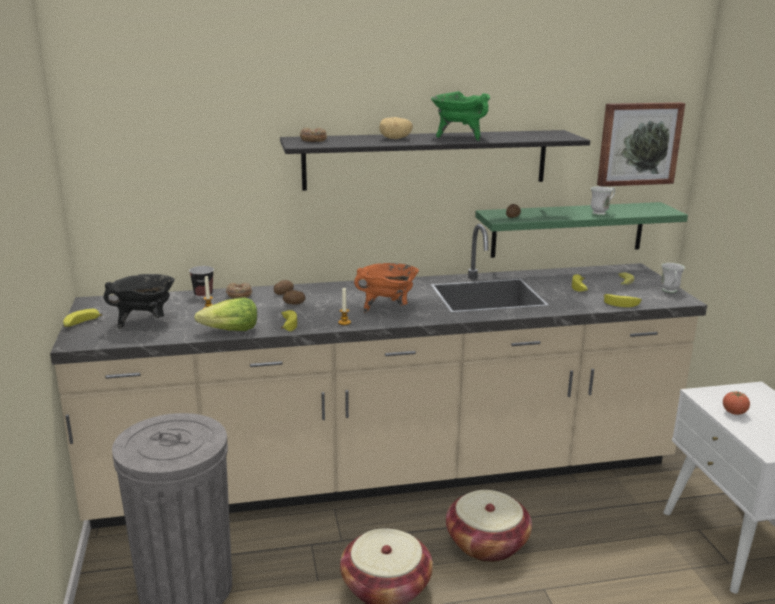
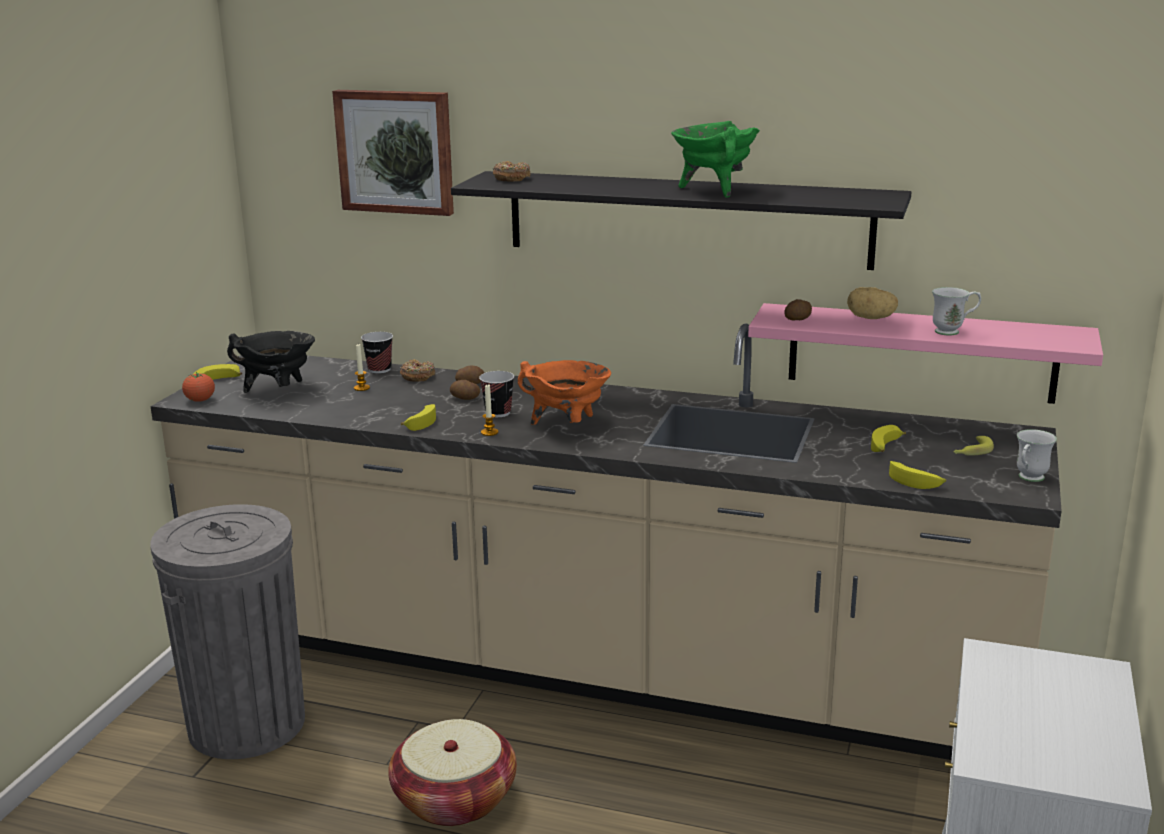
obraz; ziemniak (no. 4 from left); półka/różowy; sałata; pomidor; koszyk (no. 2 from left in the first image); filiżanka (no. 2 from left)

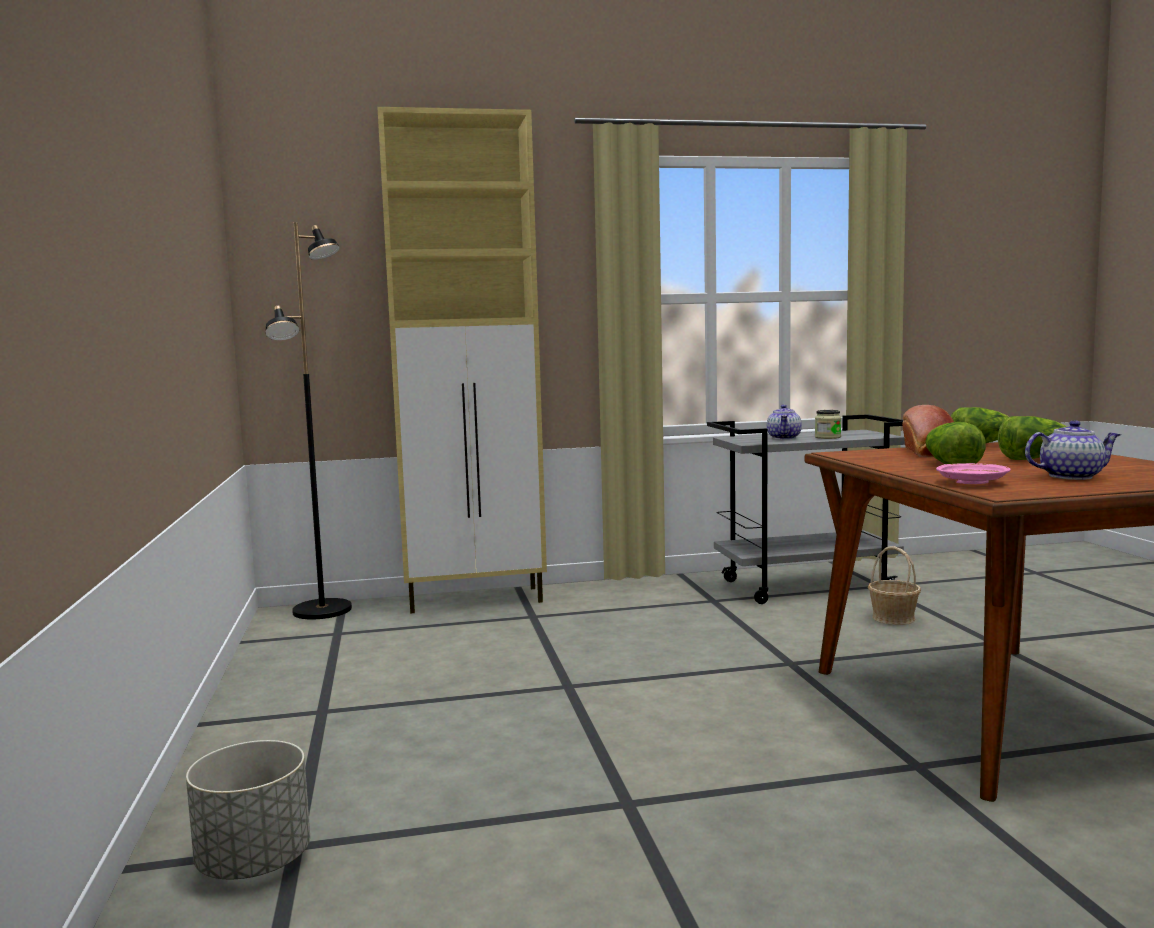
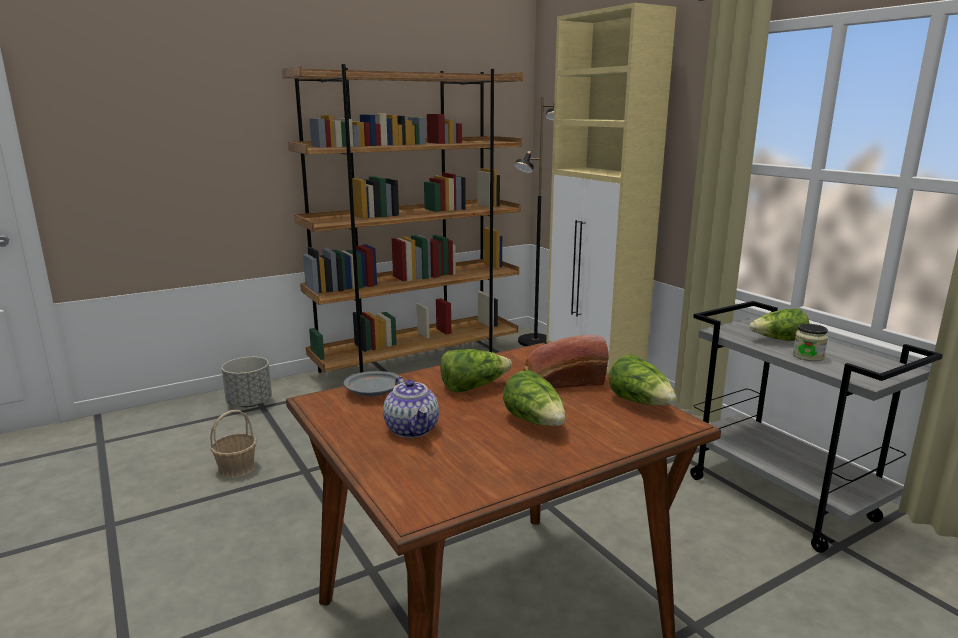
sałata (no. 4 from left); talerz/szary; koszyk; regał/brązowy

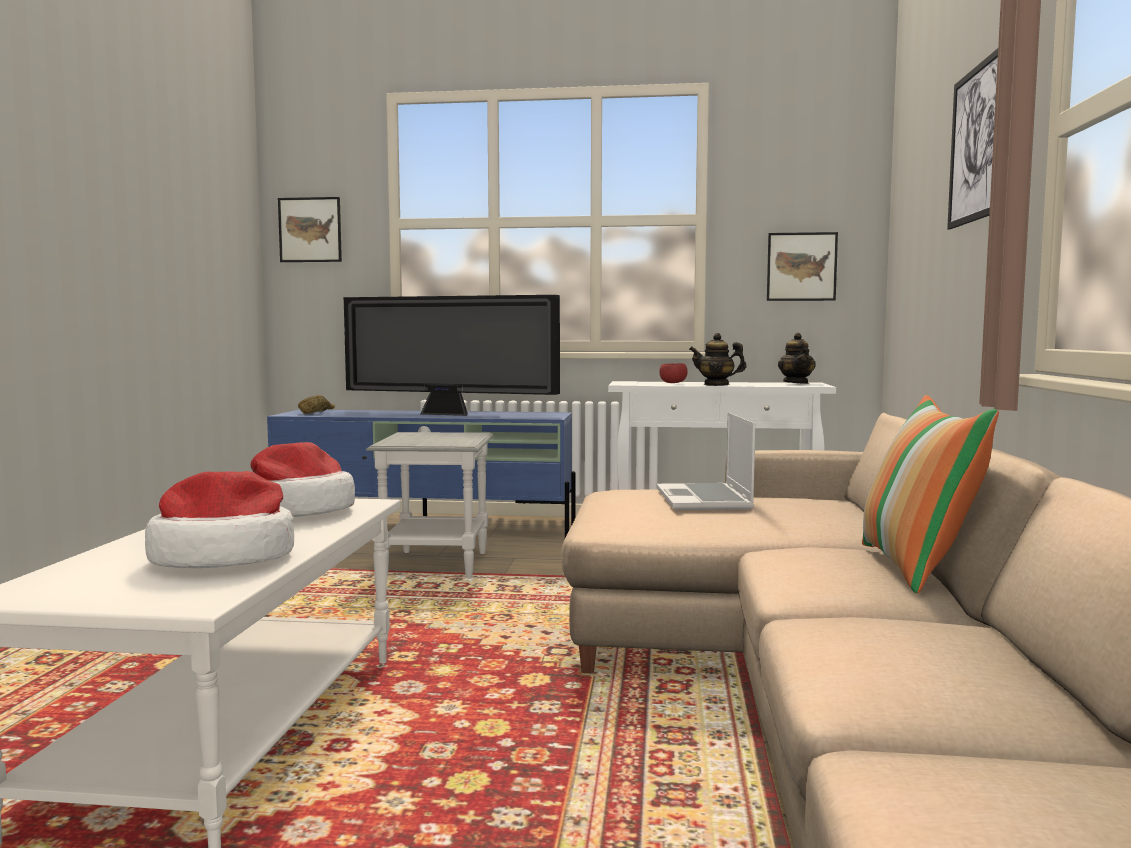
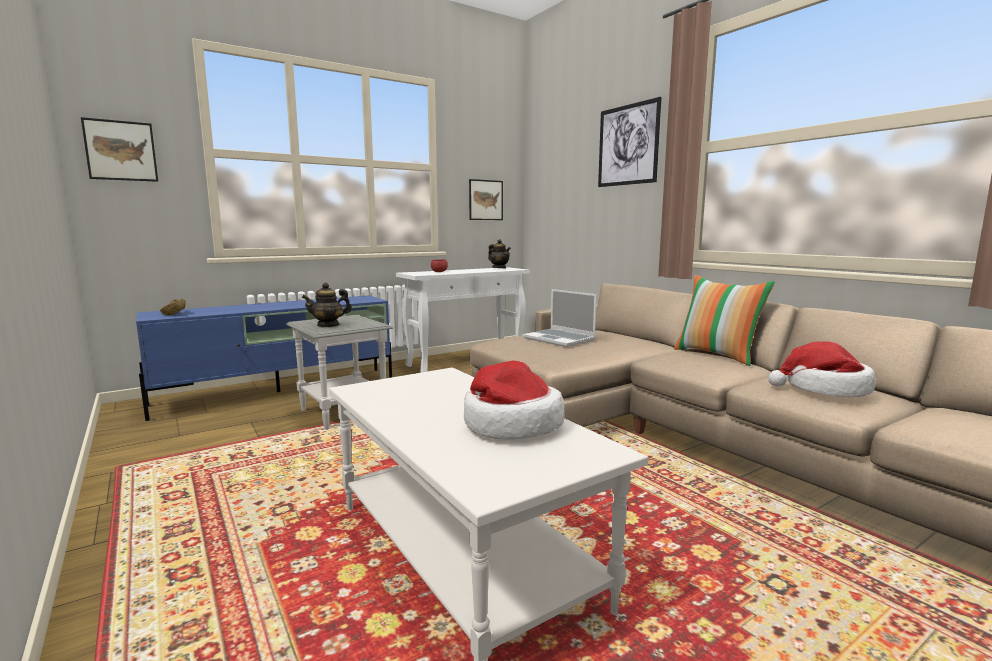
telewizor; imbryk (no. 1 from left); kapelusz (no. 2 from left)

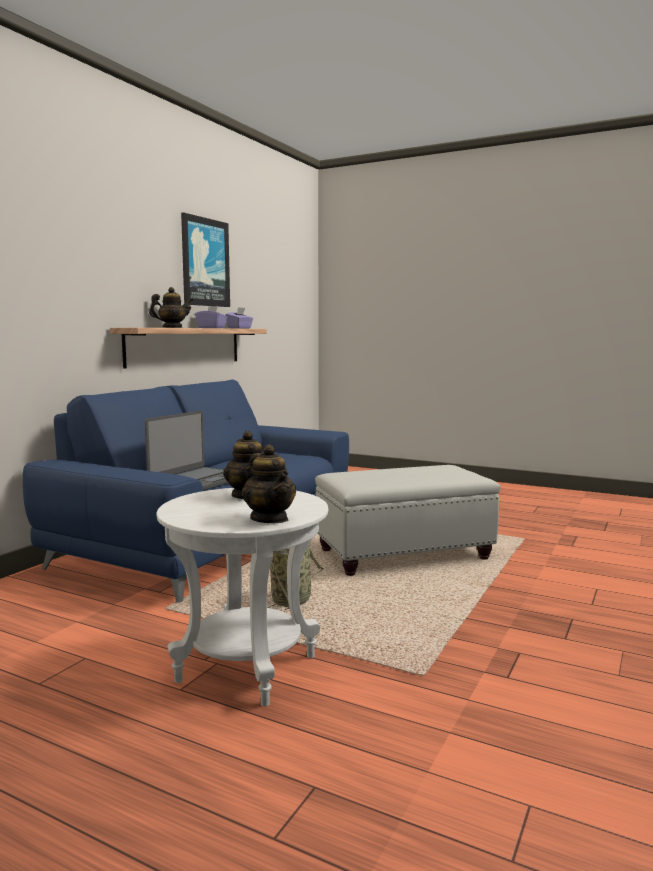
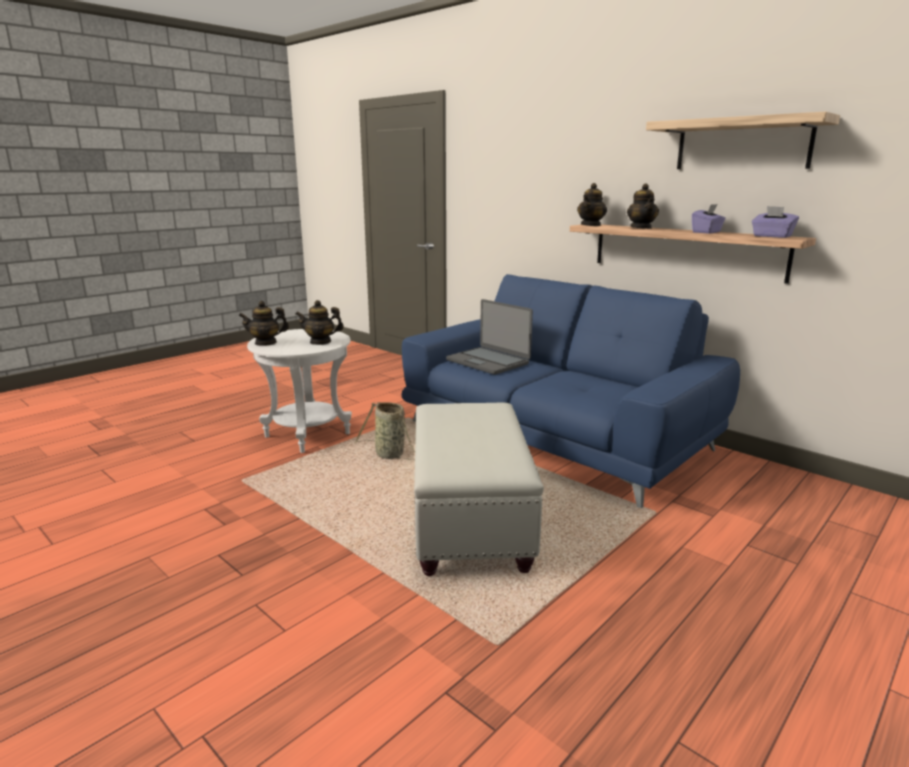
półka (no. 2 from left); imbryk (no. 3 from left)

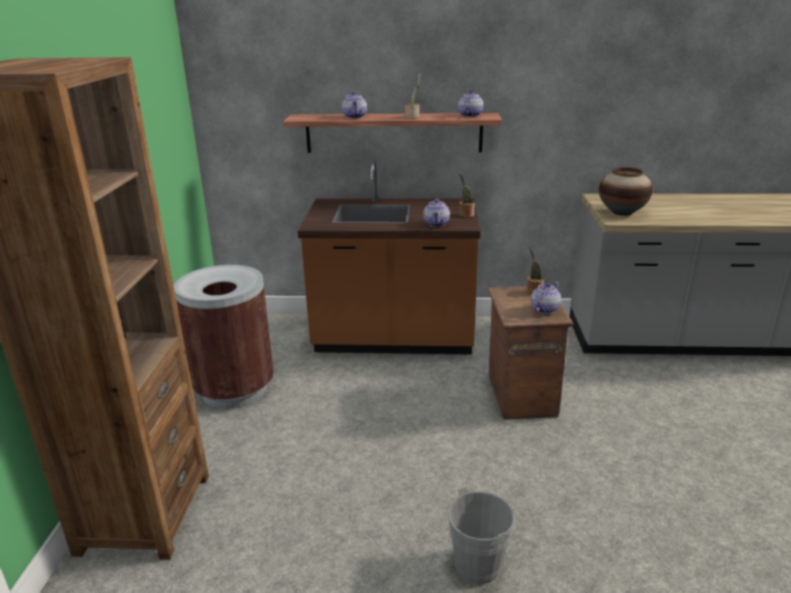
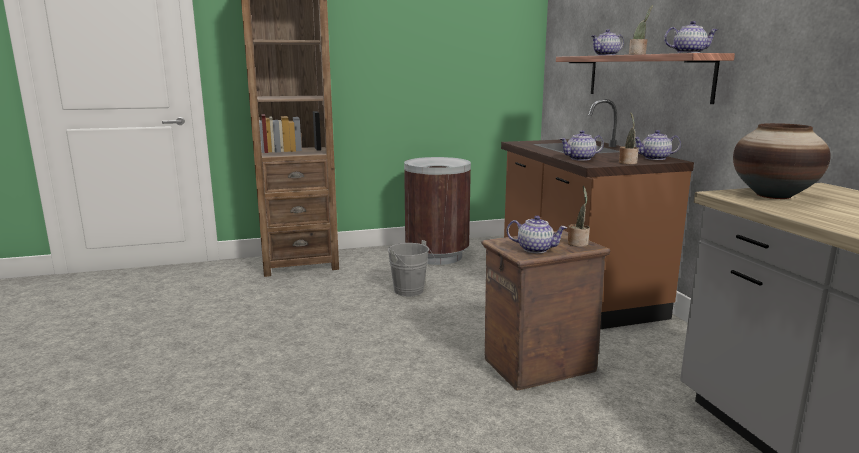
wiadro/szary; imbryk (no. 4 from left)

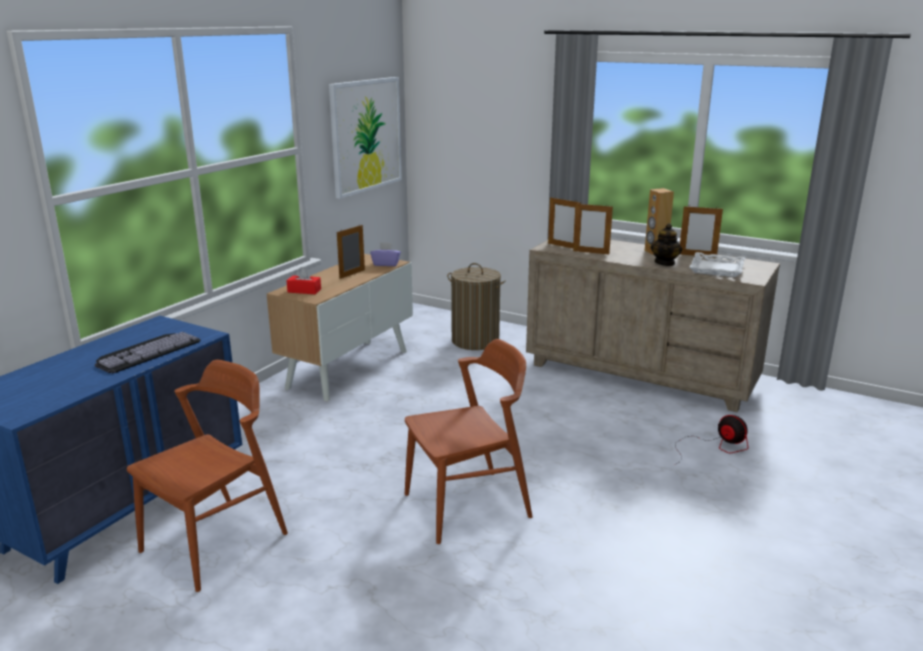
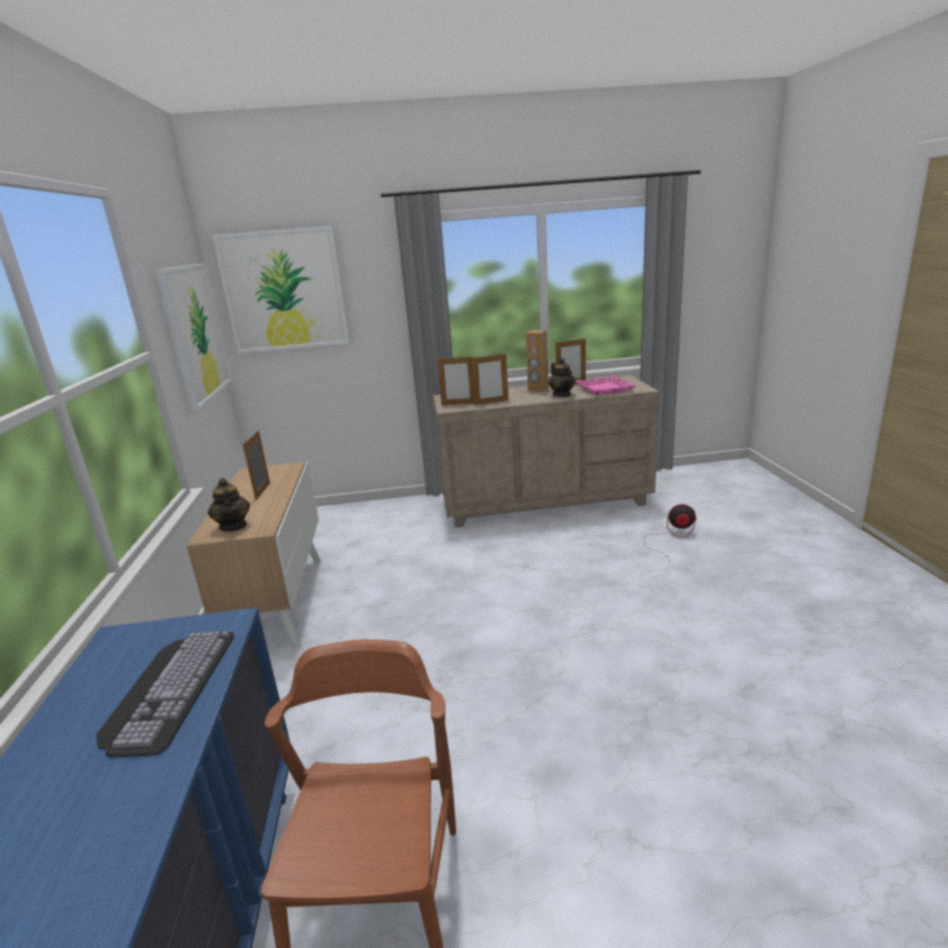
pudełko chusteczek/fioletowy; taca/różowy; kosz na pranie; imbryk (no. 1 from left); krzesło/brązowy (no. 2 from left in the first image); obraz (no. 2 from left)

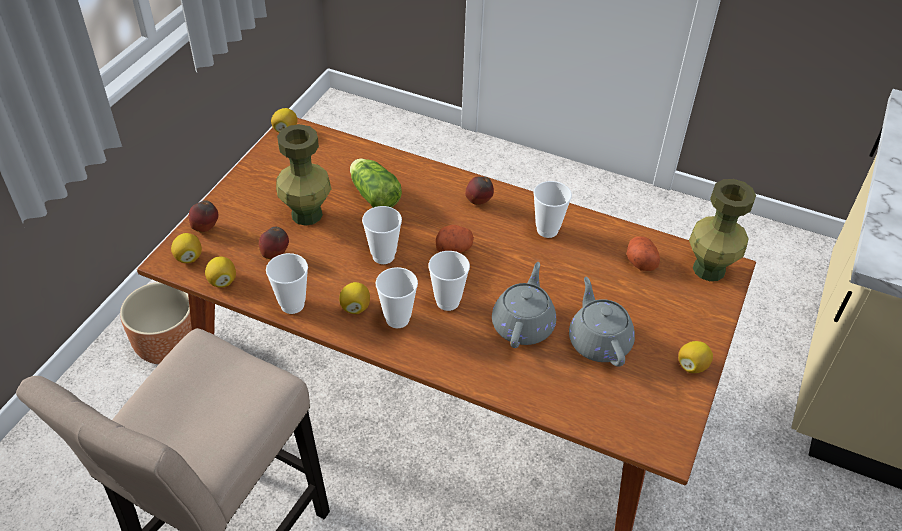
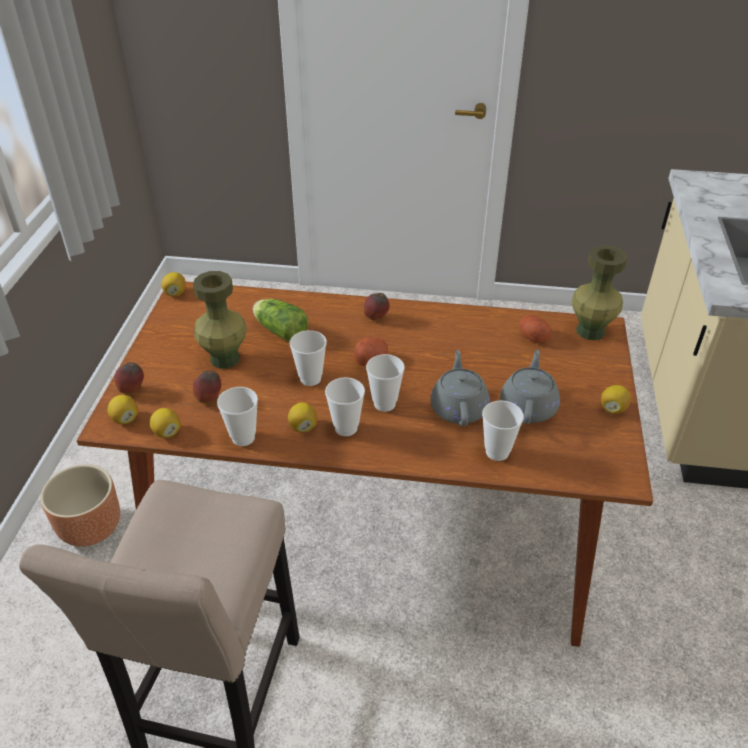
filiżanka (no. 5 from left); imbryk/szary (no. 2 from left)

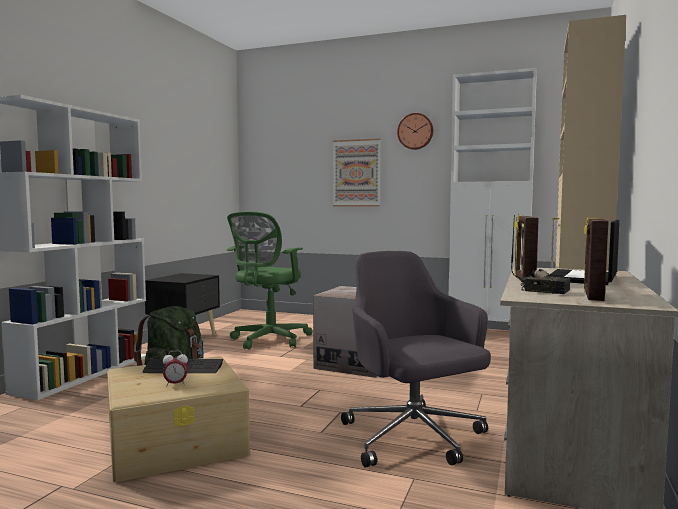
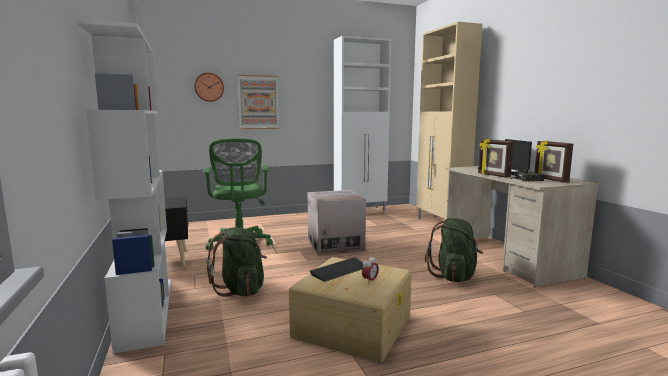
zegar ścienny; plecak/zielony (no. 2 from left)

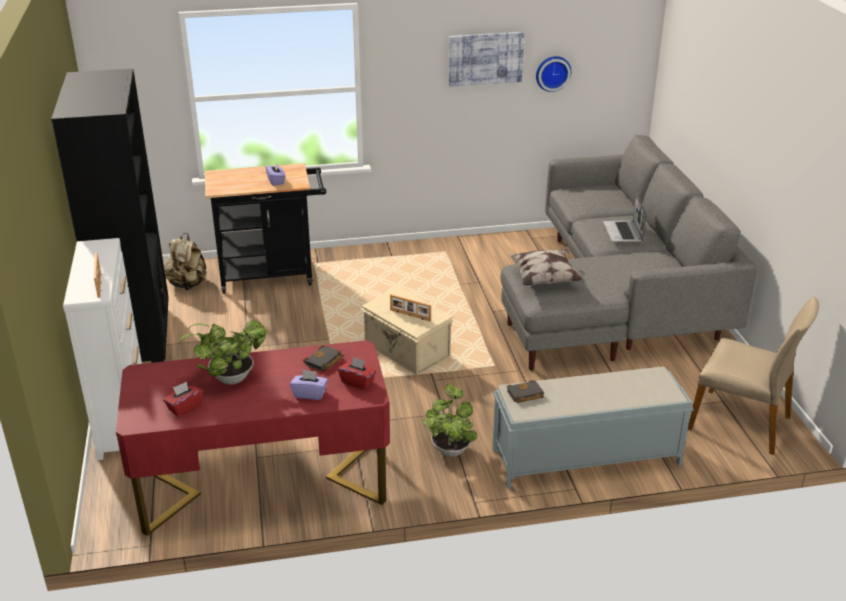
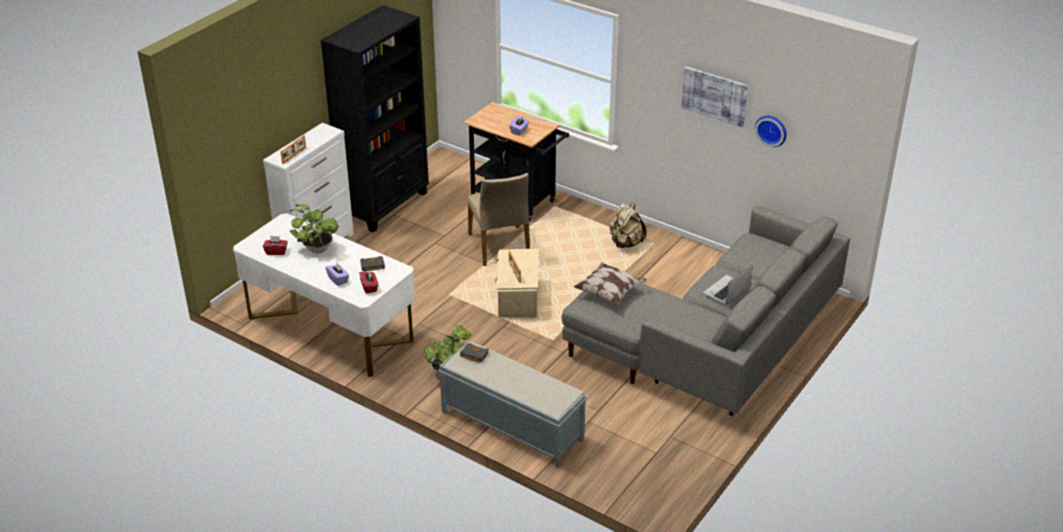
plecak/beżowy; krzesło/beżowy; biurko/biały

